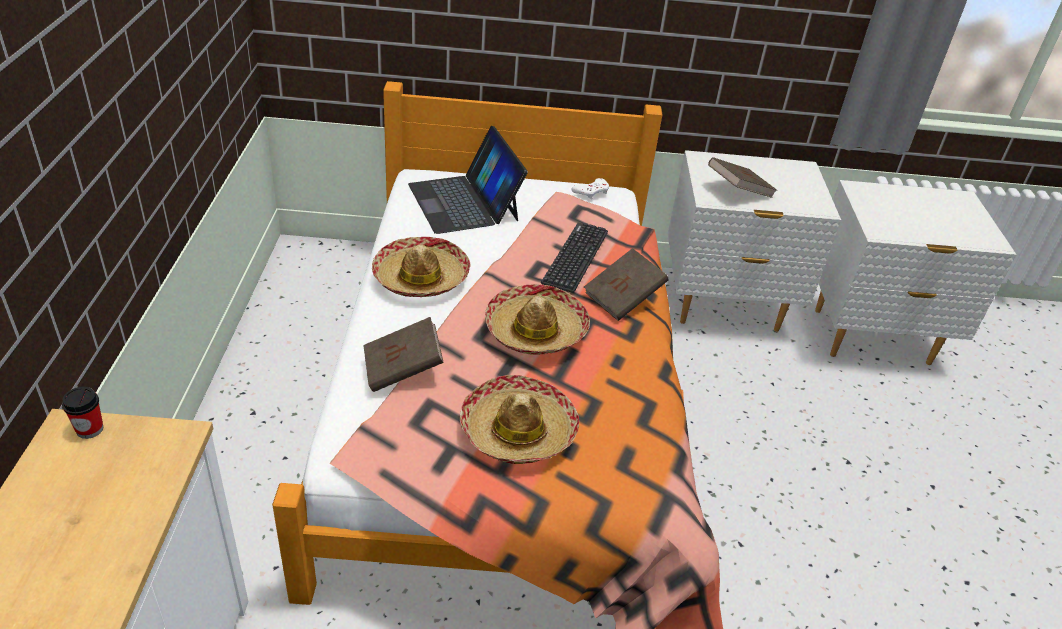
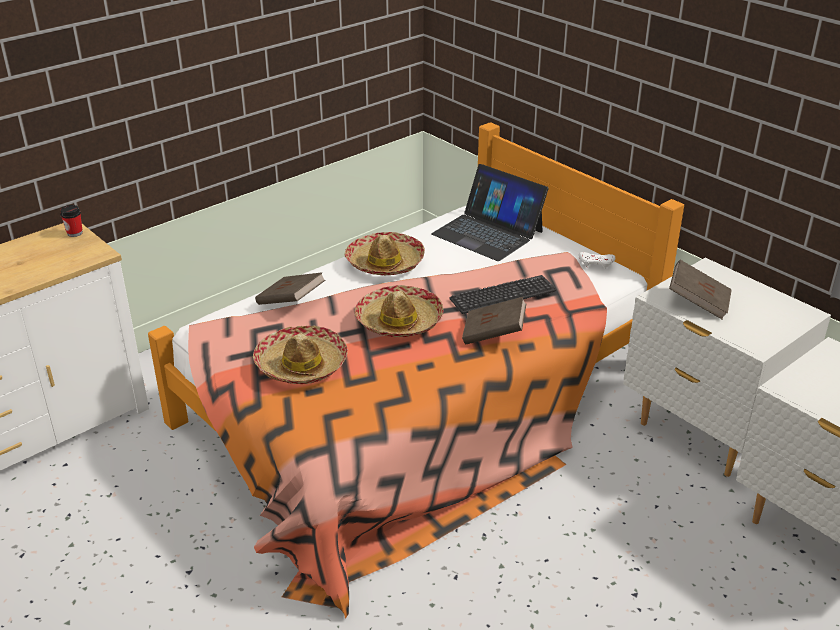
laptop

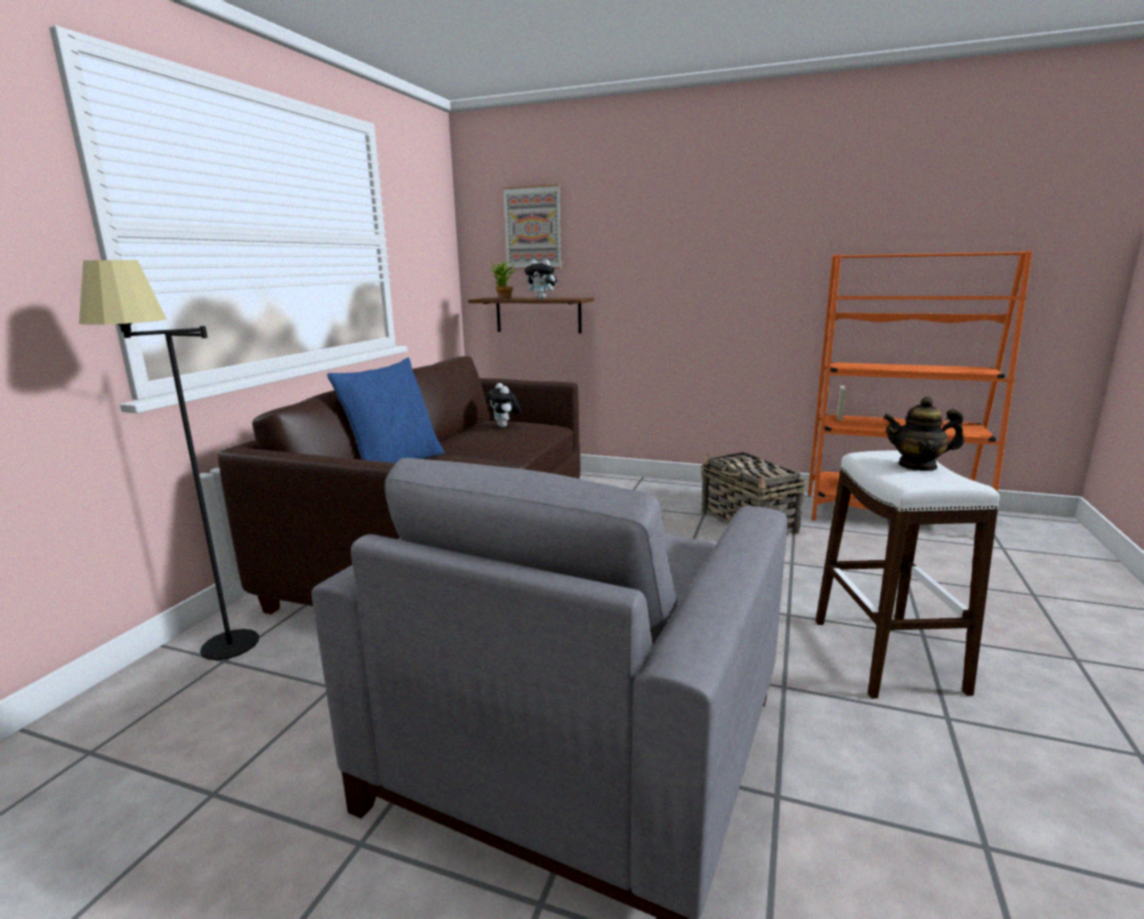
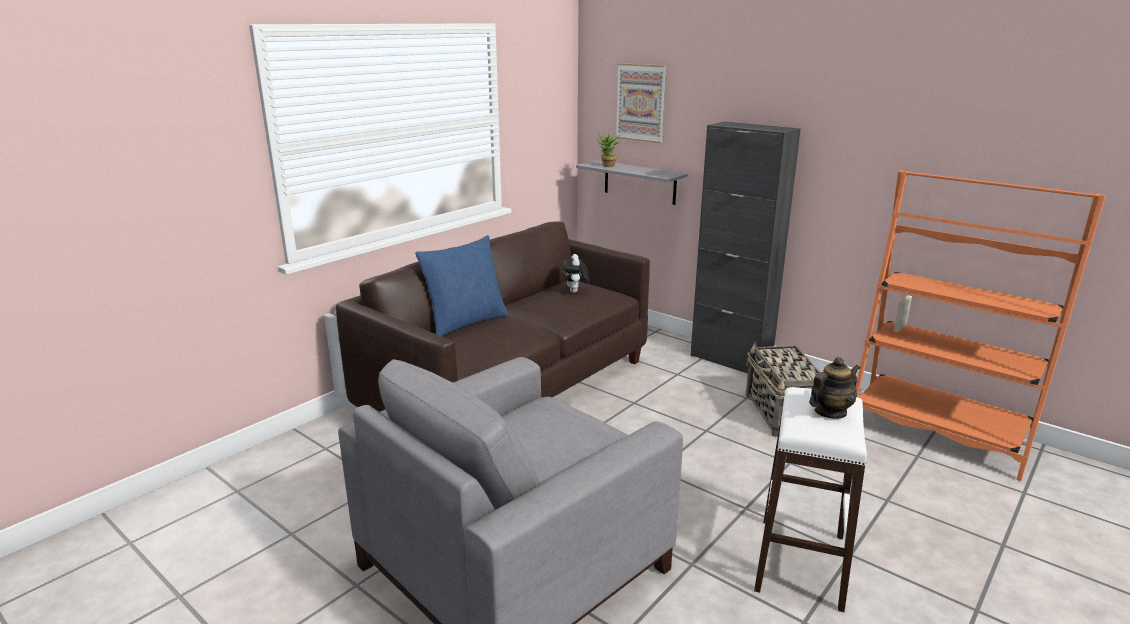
lampa stojąca/czarny; pluszak (no. 2 from left in the first image); półka/szary; imbryk; szafka/czarny

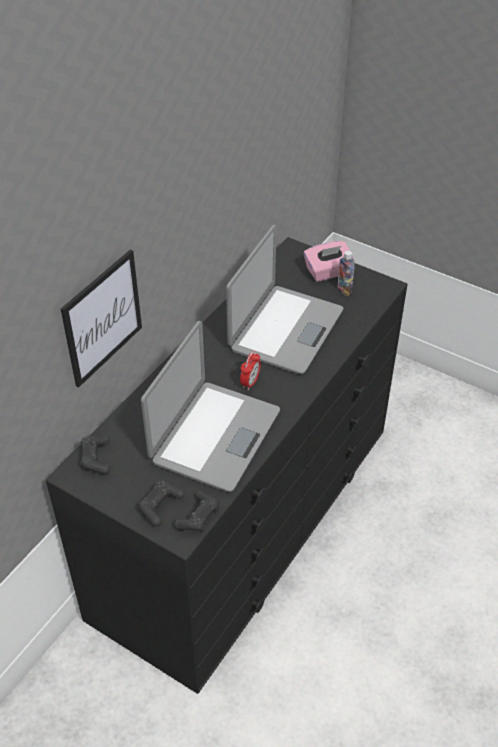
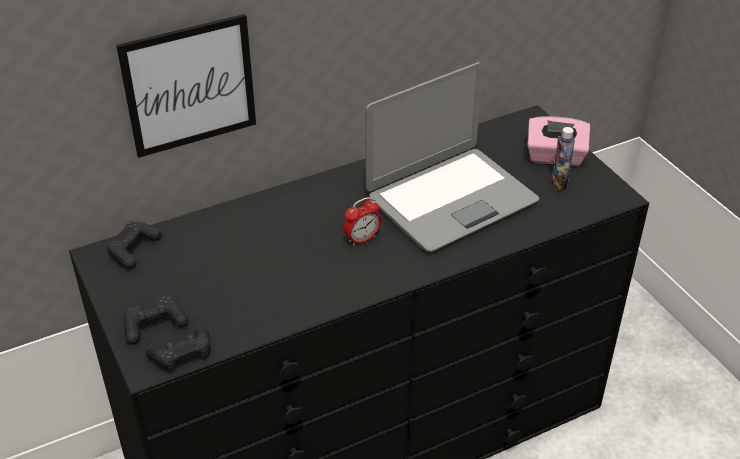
laptop (no. 1 from left in the first image)

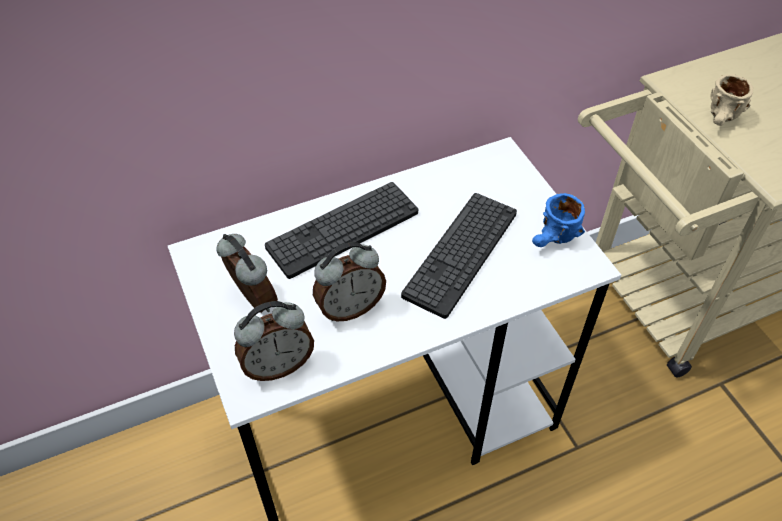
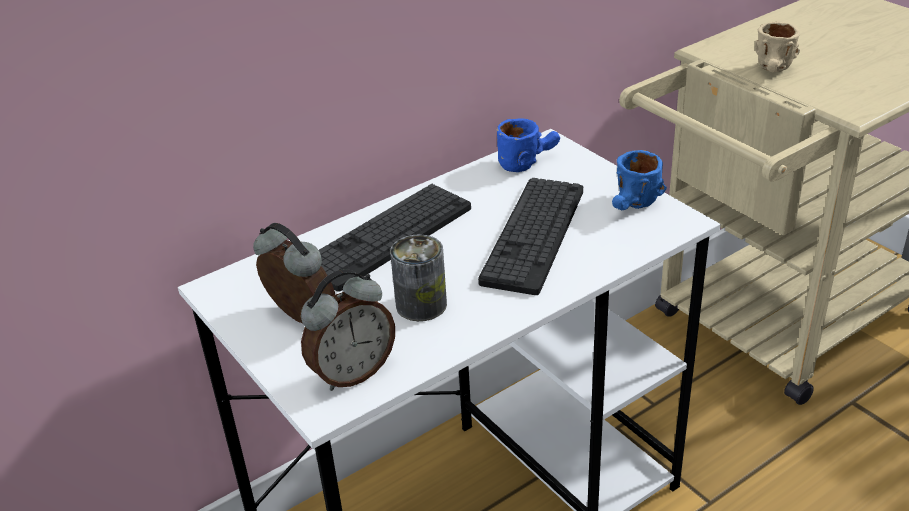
puszka; kubek/niebieski (no. 1 from left)

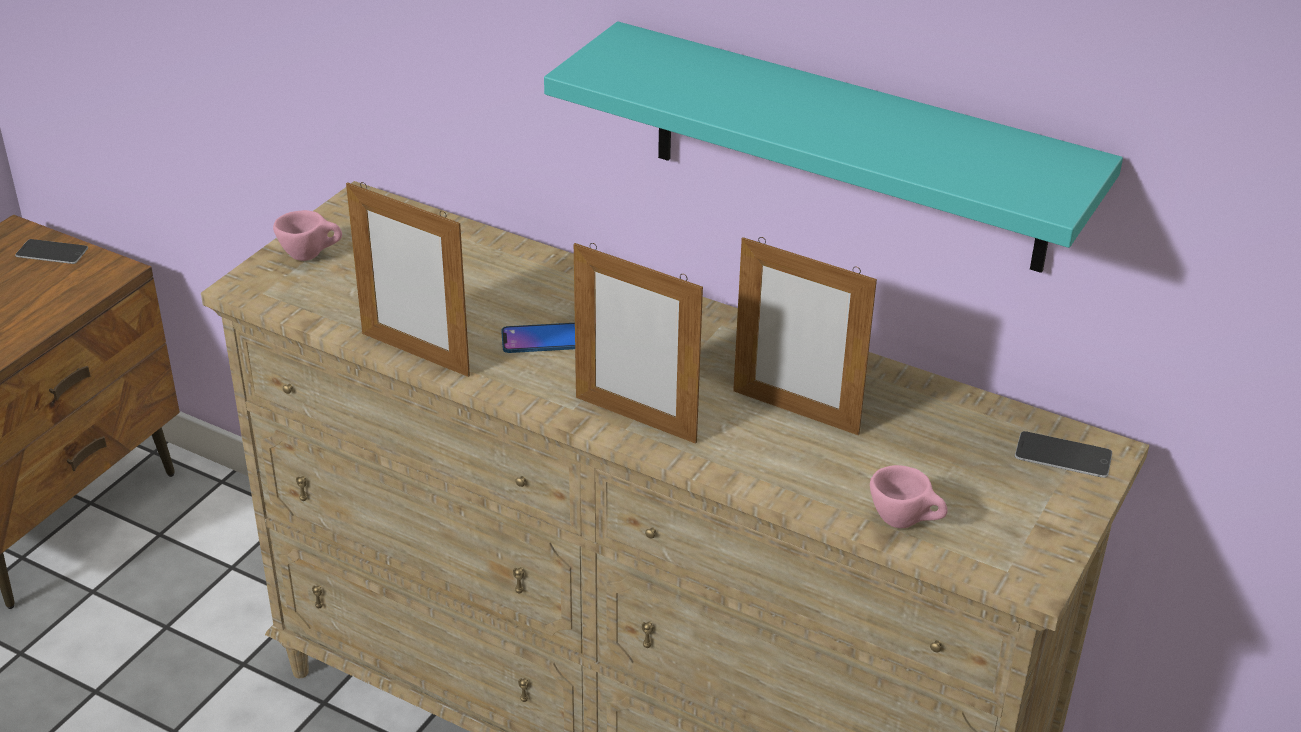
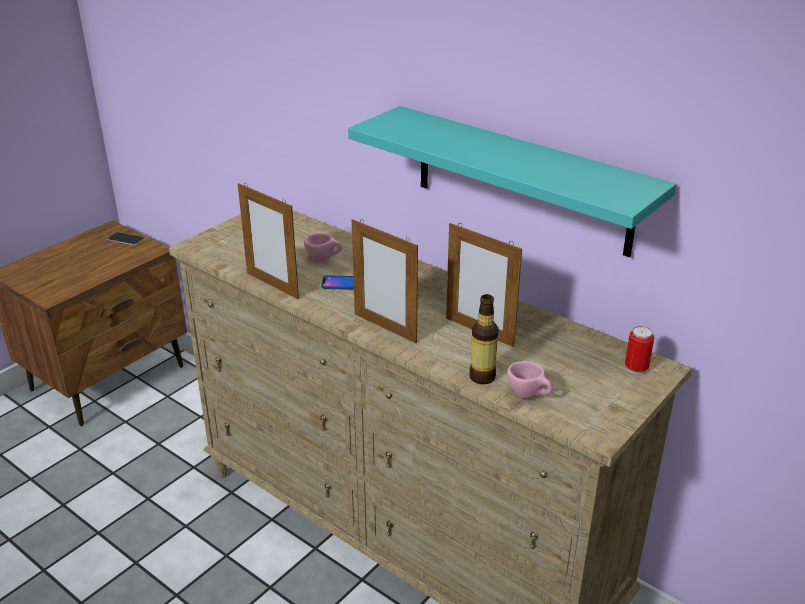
filiżanka/różowy (no. 1 from left); puszka; butelka

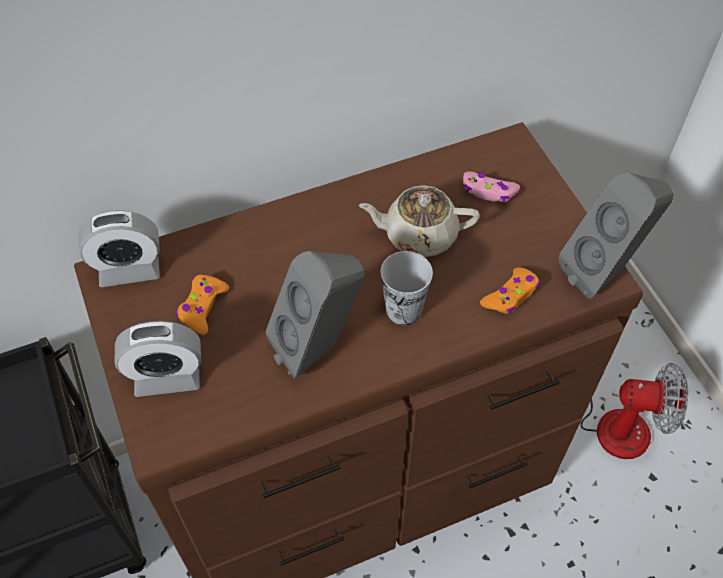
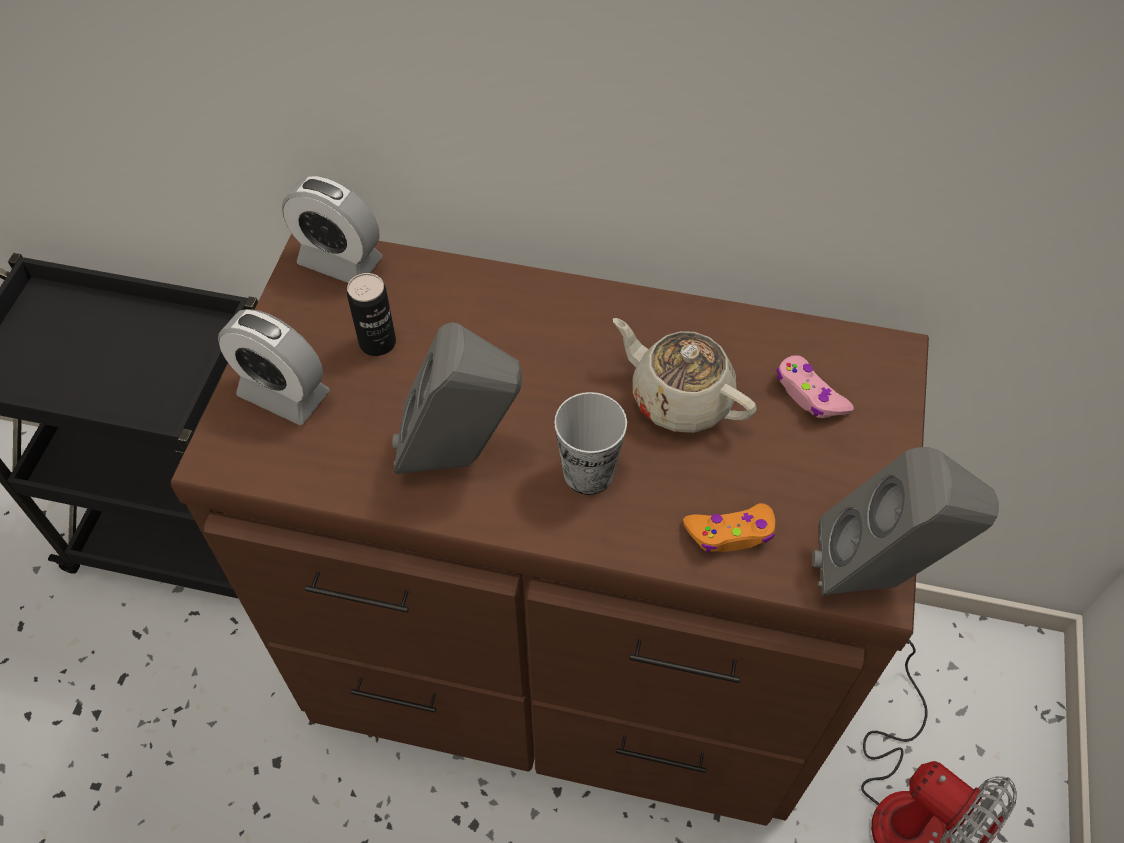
puszka

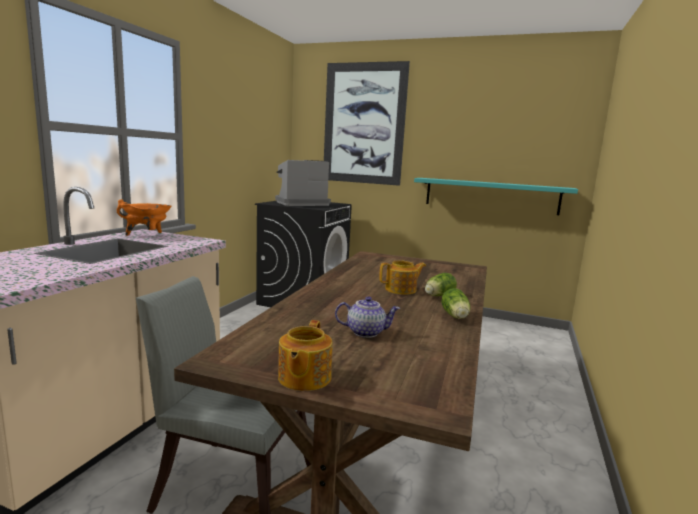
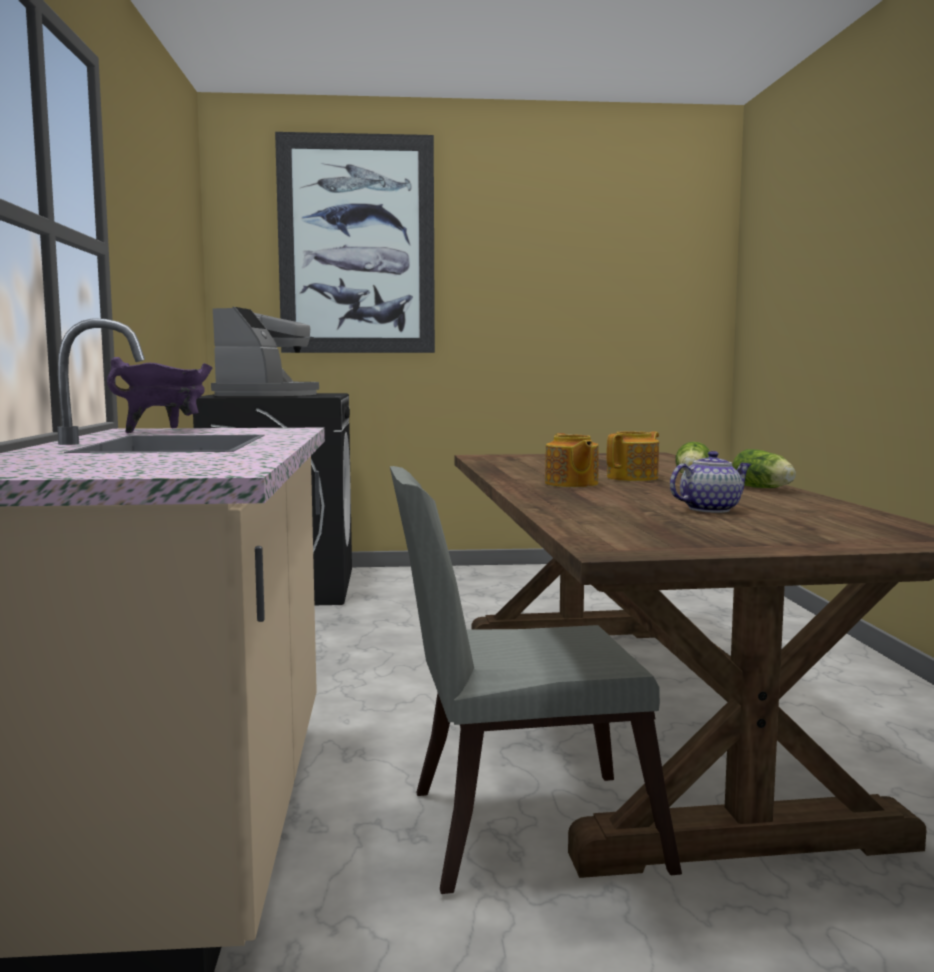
ekspres do kawy; półka/turkusowy; garnek/fioletowy; imbryk (no. 1 from left)

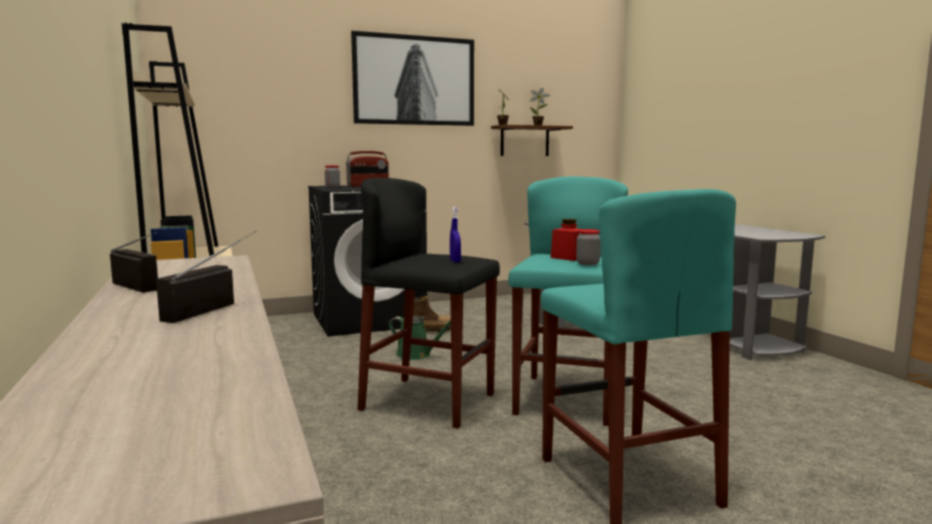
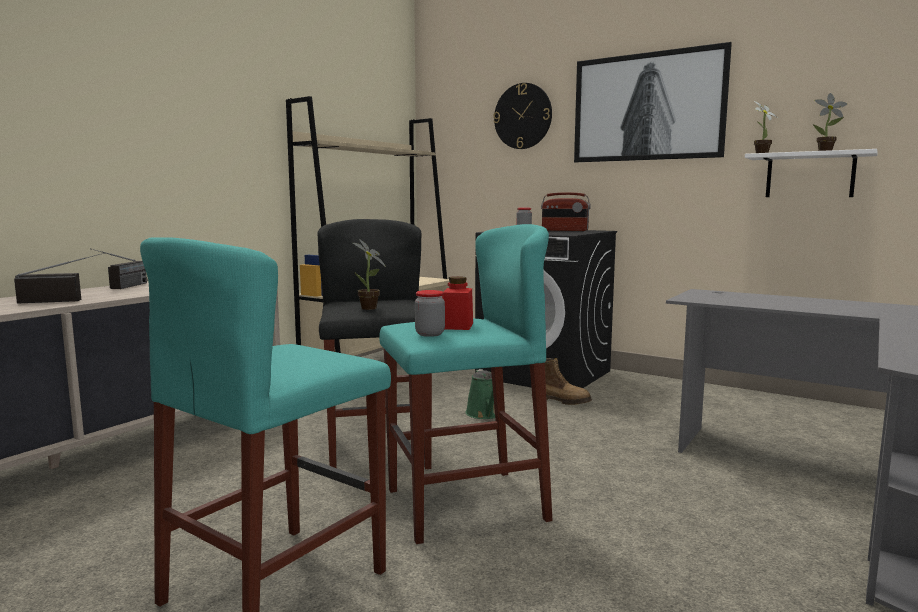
półka/biały; roślina doniczkowa (no. 1 from left); zegar ścienny

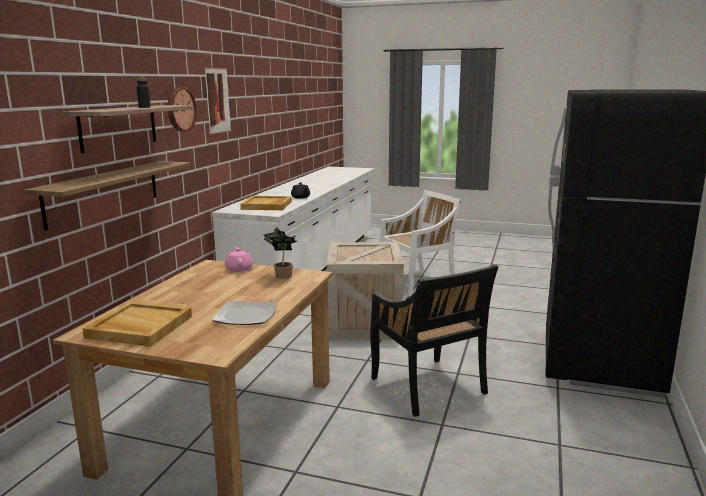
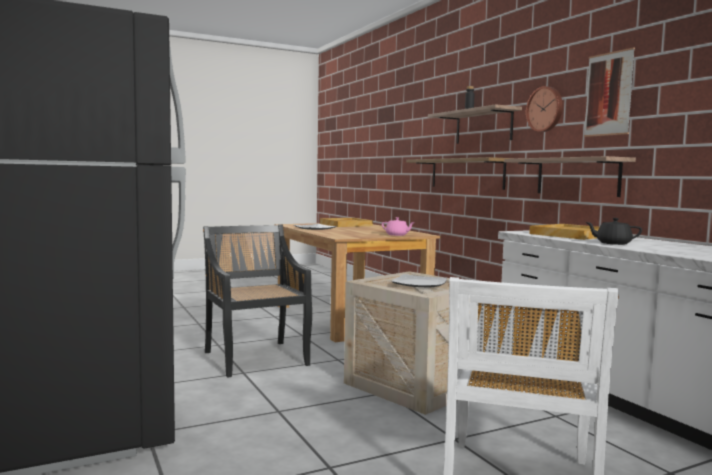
roślina doniczkowa; krzesło/czarny; półka (no. 3 from left); talerz (no. 2 from left)

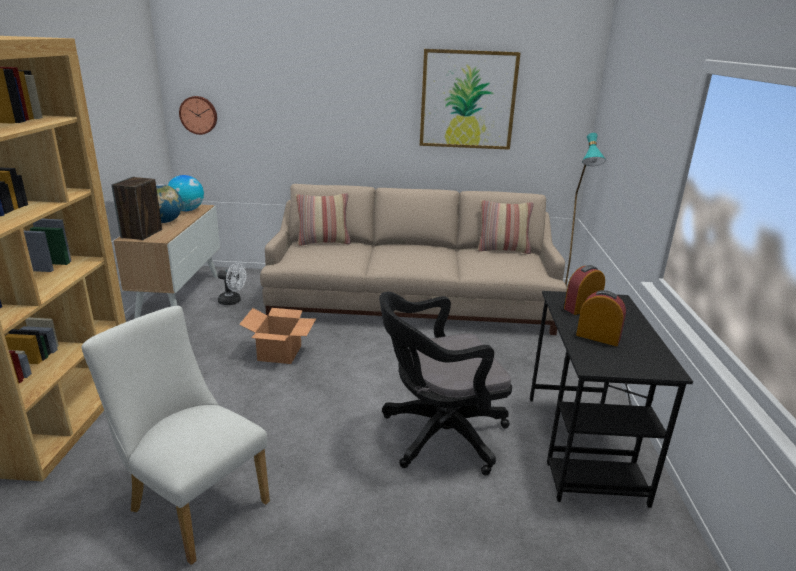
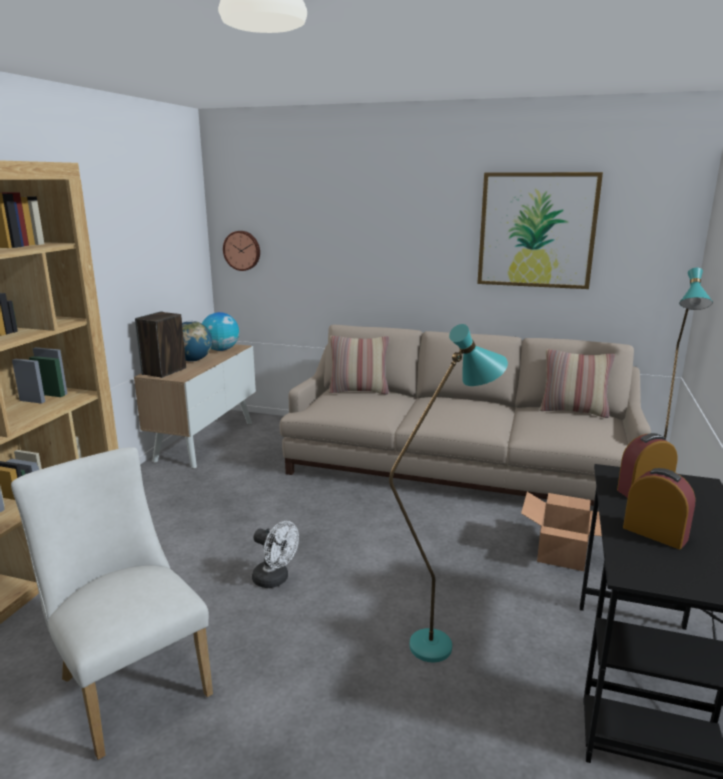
wentylator/biały; lampa stojąca/turkusowy (no. 1 from left); karton

